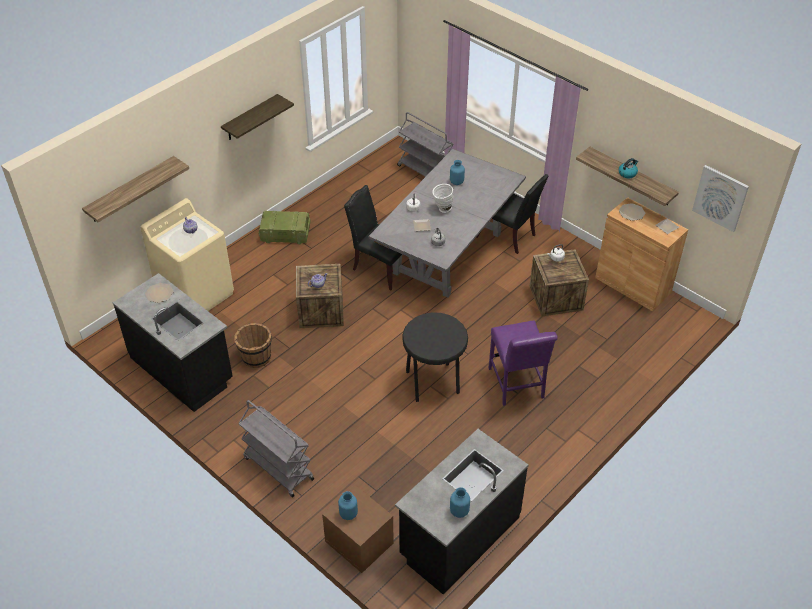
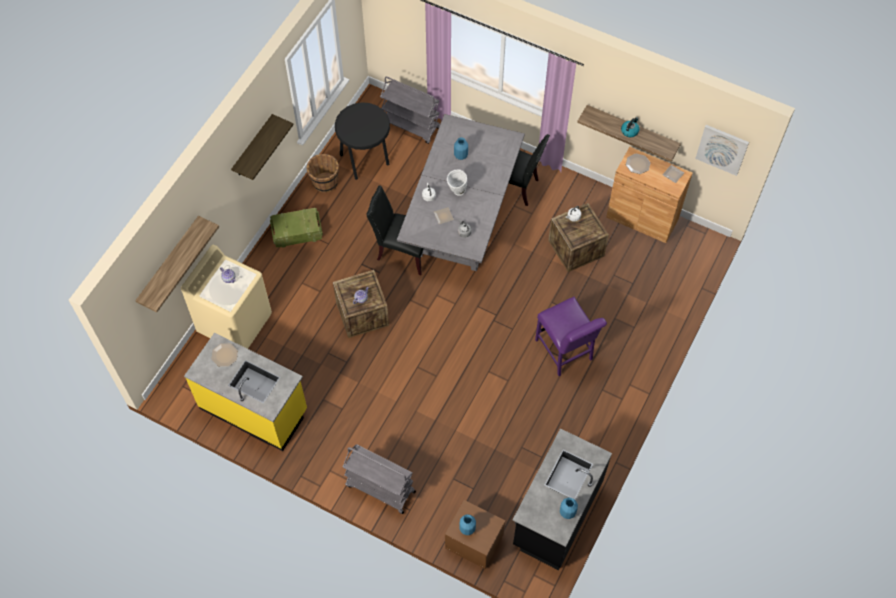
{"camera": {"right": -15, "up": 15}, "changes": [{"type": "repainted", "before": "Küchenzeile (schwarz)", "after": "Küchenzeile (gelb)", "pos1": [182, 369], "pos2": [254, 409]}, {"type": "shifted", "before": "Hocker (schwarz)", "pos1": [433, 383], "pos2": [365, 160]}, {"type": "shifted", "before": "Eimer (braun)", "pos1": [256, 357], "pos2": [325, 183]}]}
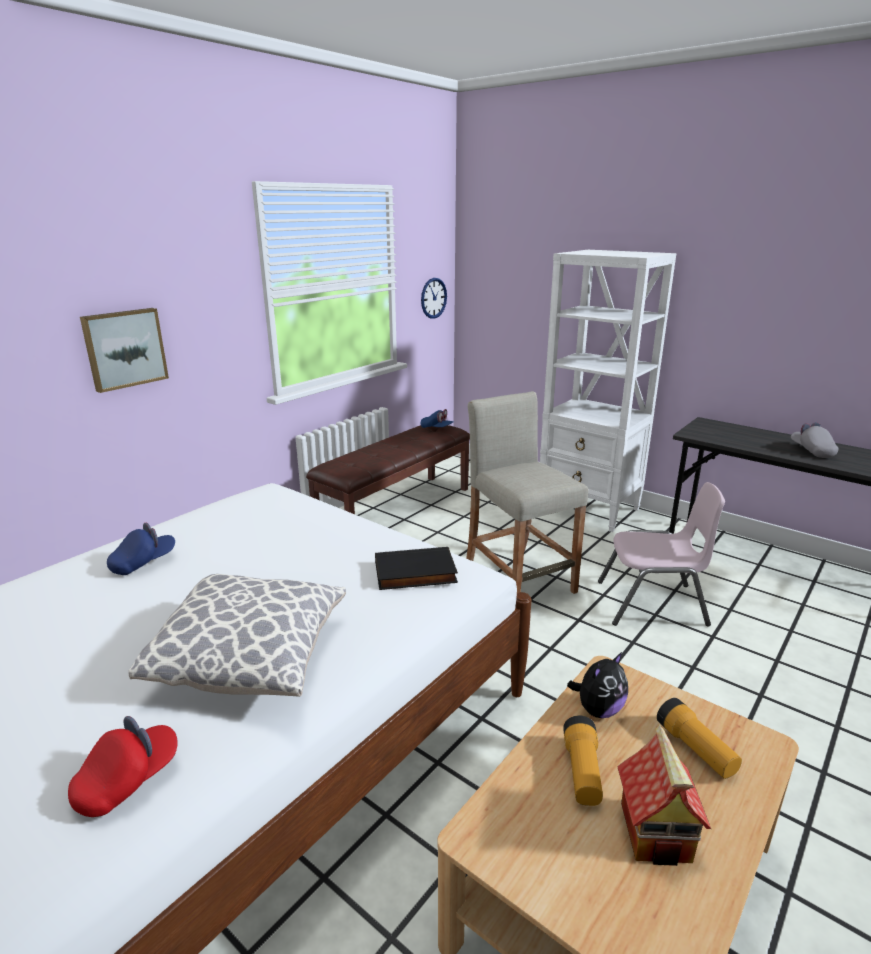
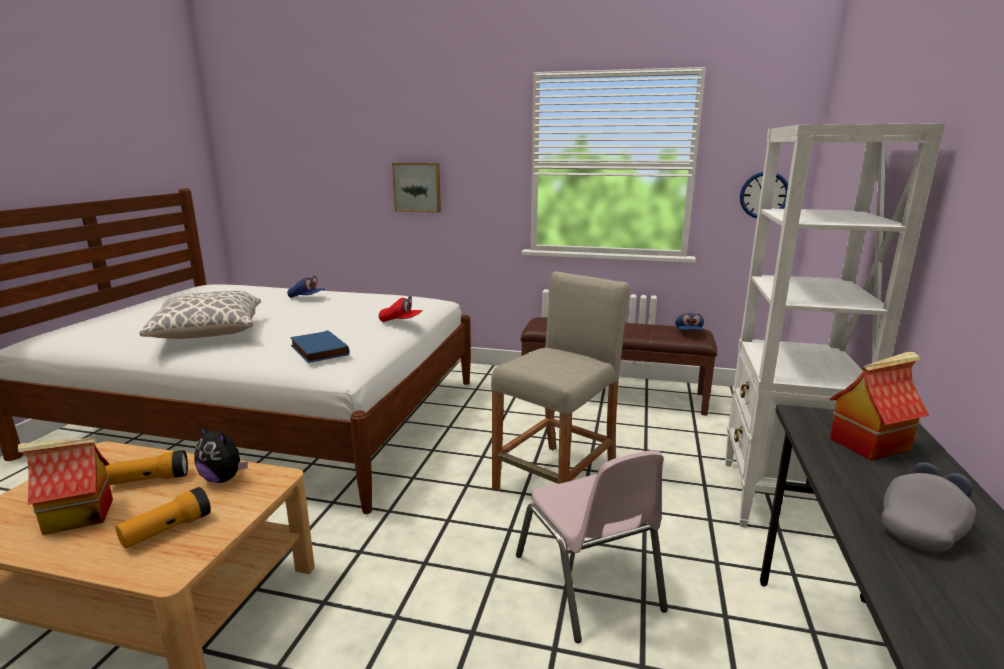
{"camera": {"right": 65, "up": -5}, "changes": [{"type": "repainted", "before": "Buch (schwarz)", "after": "Buch (blau)", "pos1": [415, 574], "pos2": [317, 350]}, {"type": "shifted", "before": "Kappe (rot)", "pos1": [128, 781], "pos2": [401, 321]}, {"type": "new", "after": "Spielzeughaus", "pos2": [869, 443]}]}
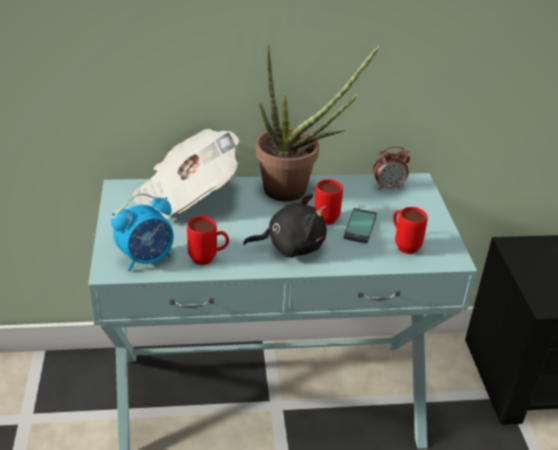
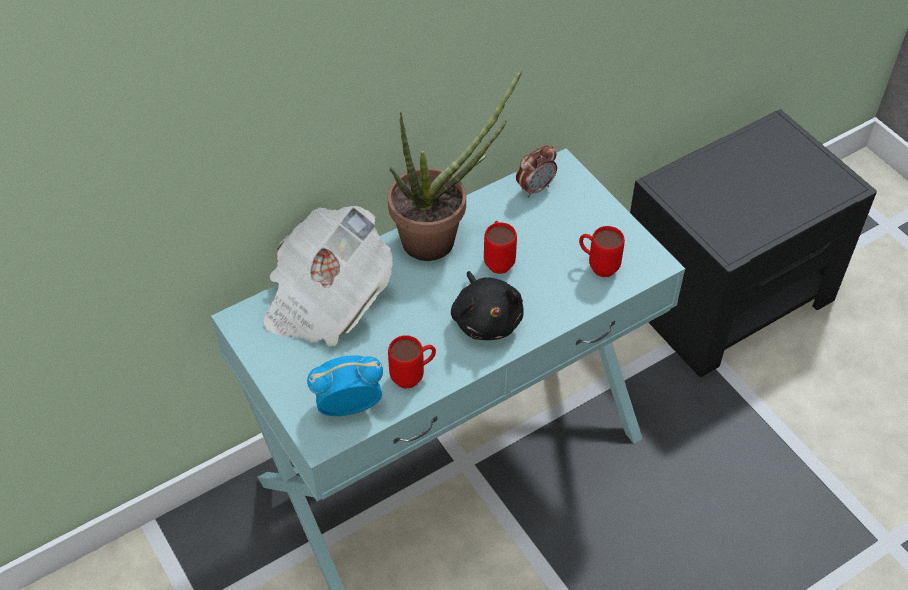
{"camera": {"right": -25, "up": 15}, "changes": [{"type": "rotated", "before": "Wecker", "pos1": [147, 259], "pos2": [348, 406], "turn": -135}, {"type": "rotated", "before": "Plüschtier (schwarz)", "pos1": [291, 246], "pos2": [486, 319], "turn": 105}, {"type": "gone", "before": "Handy", "pos1": [360, 226]}]}
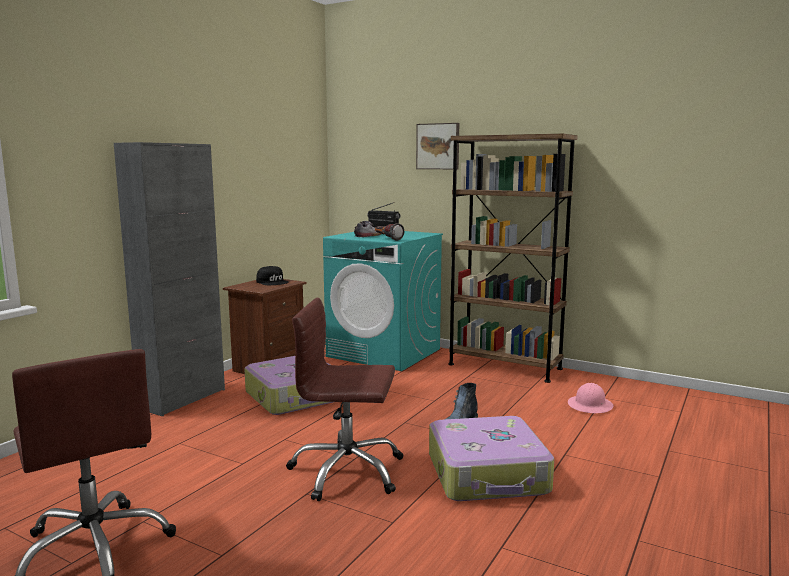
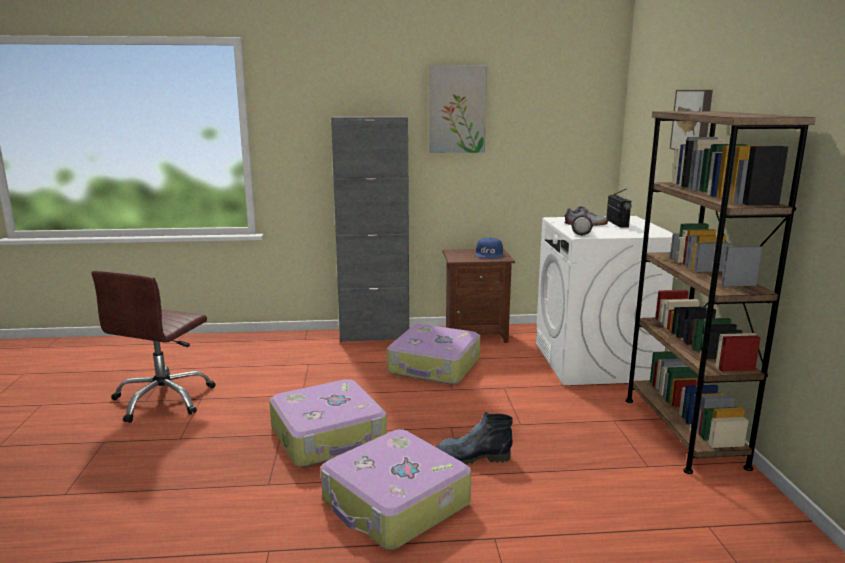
{"camera": {"right": 55, "up": 5}, "changes": [{"type": "repainted", "before": "Waschmaschine (türkis)", "after": "Waschmaschine (weiß)", "pos1": [384, 353], "pos2": [594, 362]}, {"type": "repainted", "before": "Kappe (schwarz)", "after": "Kappe (blau)", "pos1": [272, 282], "pos2": [489, 254]}, {"type": "swapped", "before": "Bürostuhl (braun)", "after": "Koffer", "pos1": [347, 472], "pos2": [329, 436]}, {"type": "gone", "before": "Schutzhelm (rosa)", "pos1": [590, 405]}, {"type": "new", "after": "Bild", "pos2": [457, 109]}]}
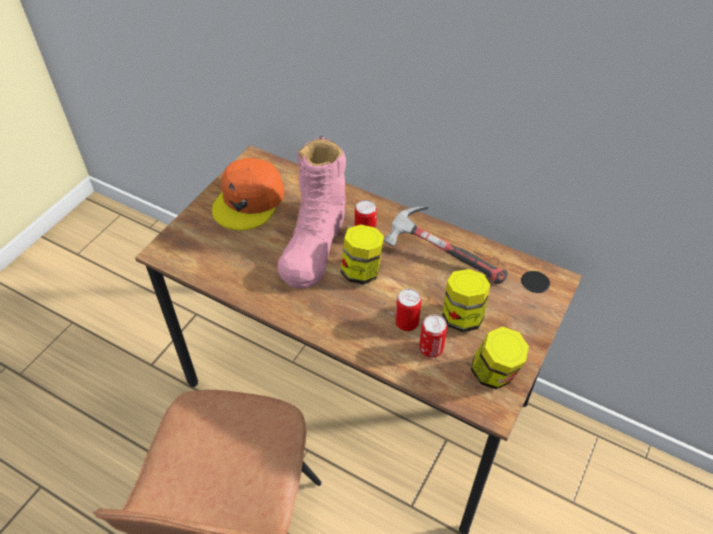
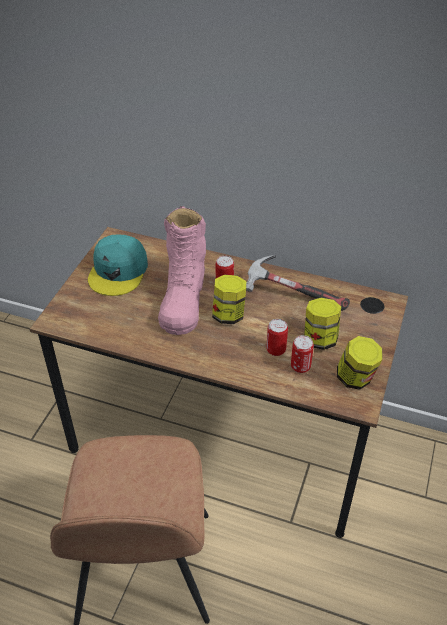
{"camera": {"right": -10, "up": -5}, "changes": [{"type": "repainted", "before": "Kappe (orange)", "after": "Kappe (türkis)", "pos1": [249, 201], "pos2": [118, 271]}]}
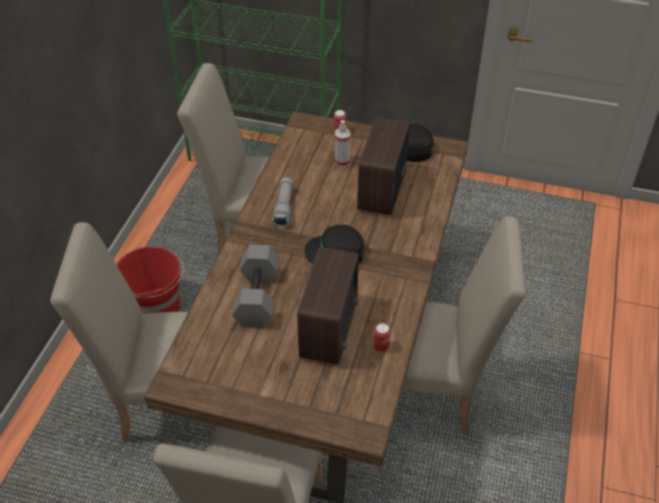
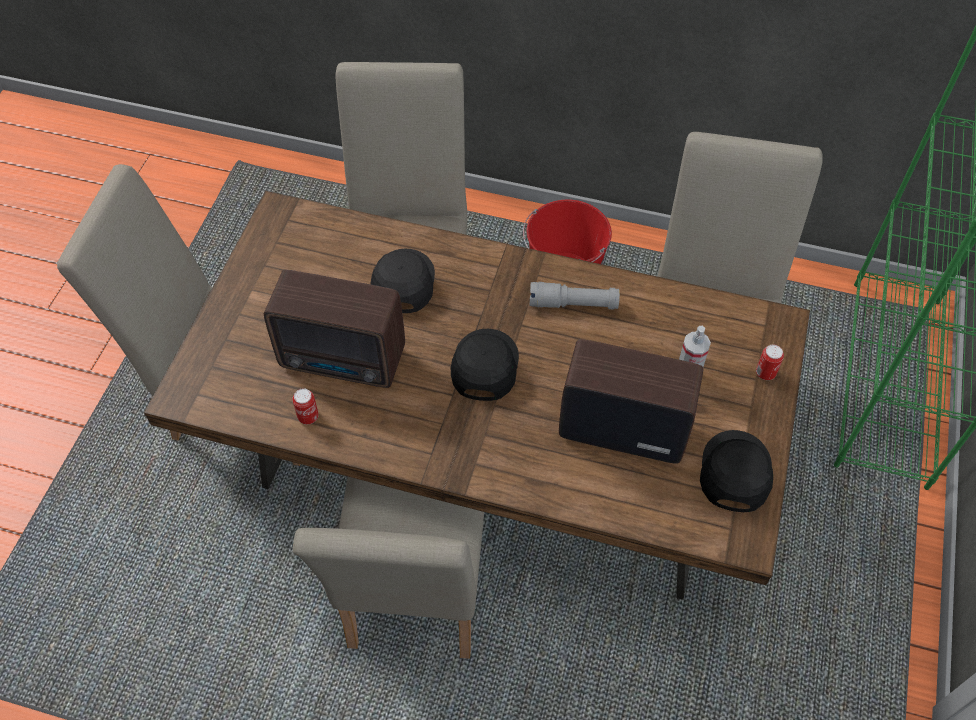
{"camera": {"right": 90, "up": 10}, "changes": [{"type": "swapped", "before": "Hantel (grau)", "after": "Kappe (schwarz)", "pos1": [258, 298], "pos2": [402, 283]}]}
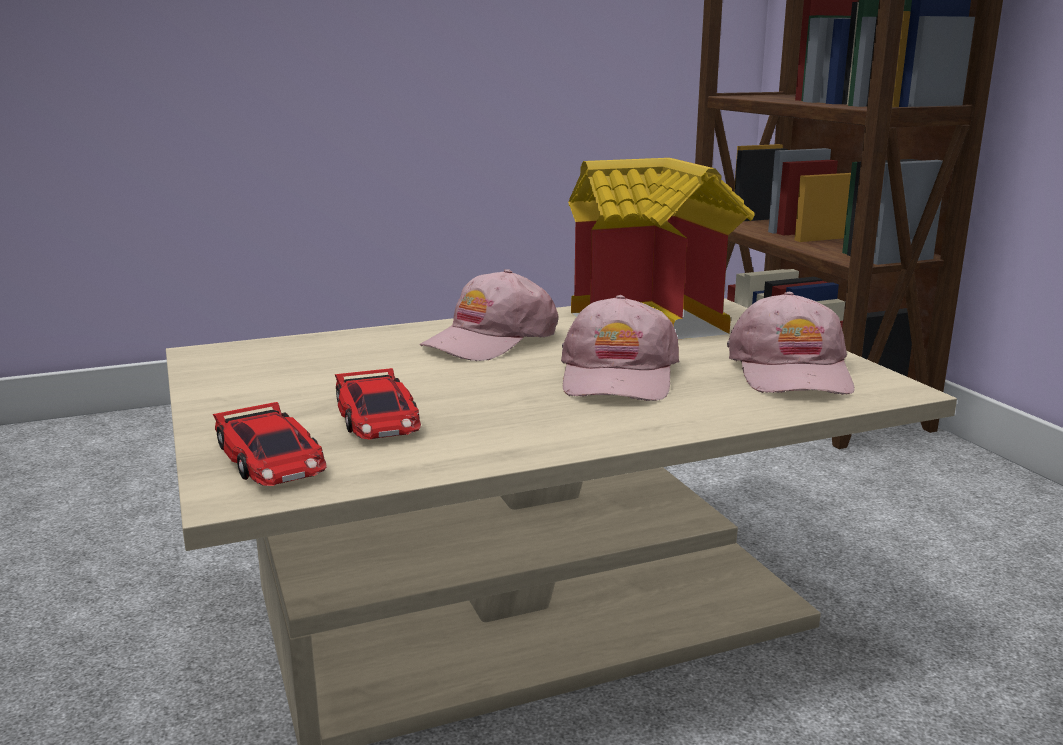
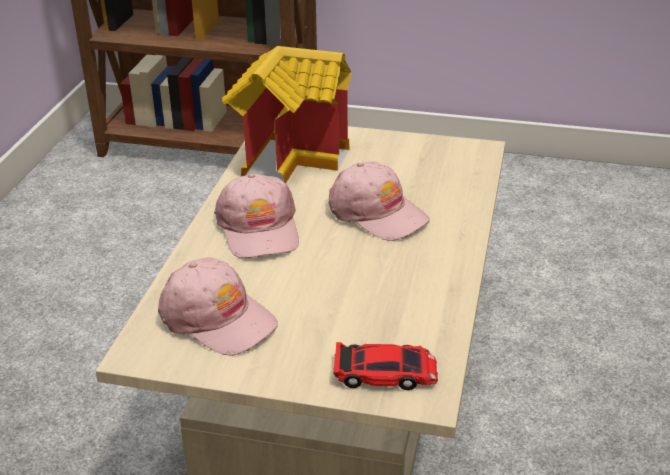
{"camera": {"right": -55, "up": 15}, "changes": [{"type": "shifted", "before": "Kappe (rosa)", "pos1": [791, 371], "pos2": [217, 318]}, {"type": "gone", "before": "Spielzeugauto", "pos1": [377, 417]}]}
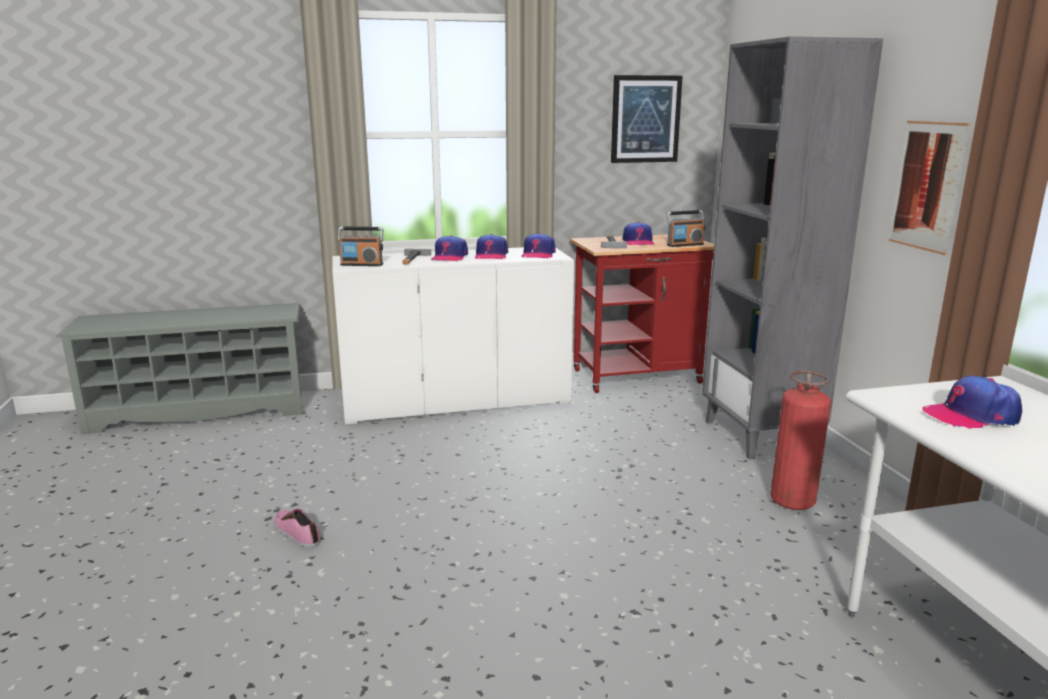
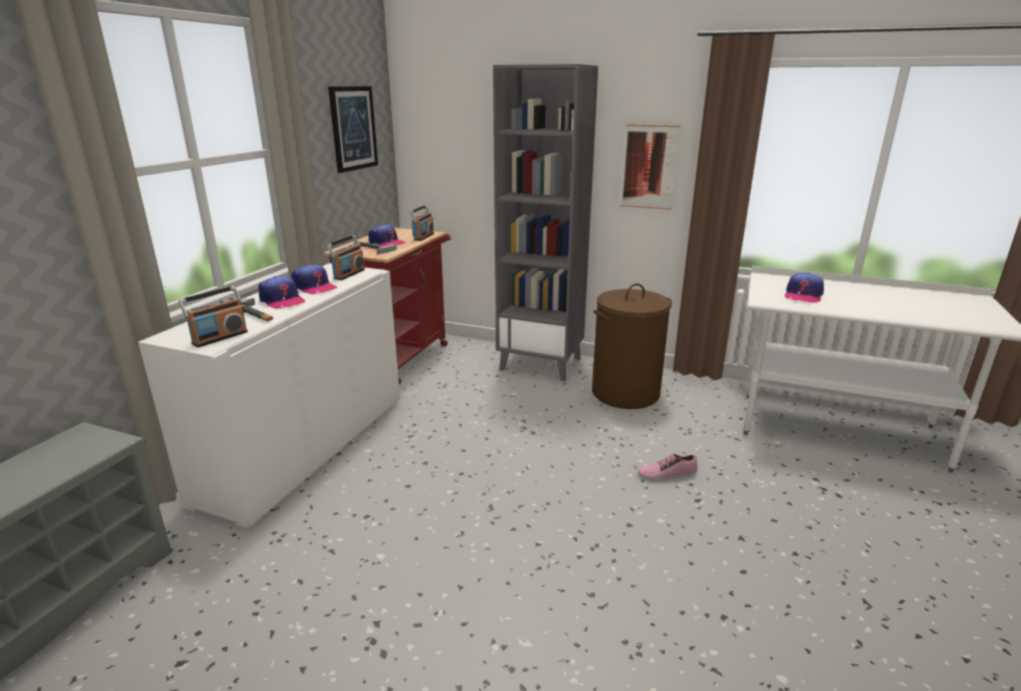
{"camera": {"right": -55, "up": 5}, "changes": [{"type": "swapped", "before": "Kappe", "after": "Radio", "pos1": [538, 254], "pos2": [349, 274]}, {"type": "swapped", "before": "Feuerlöscher", "after": "Wäschekorb (braun)", "pos1": [792, 501], "pos2": [625, 393]}, {"type": "shifted", "before": "Schuh", "pos1": [298, 532], "pos2": [667, 473]}]}
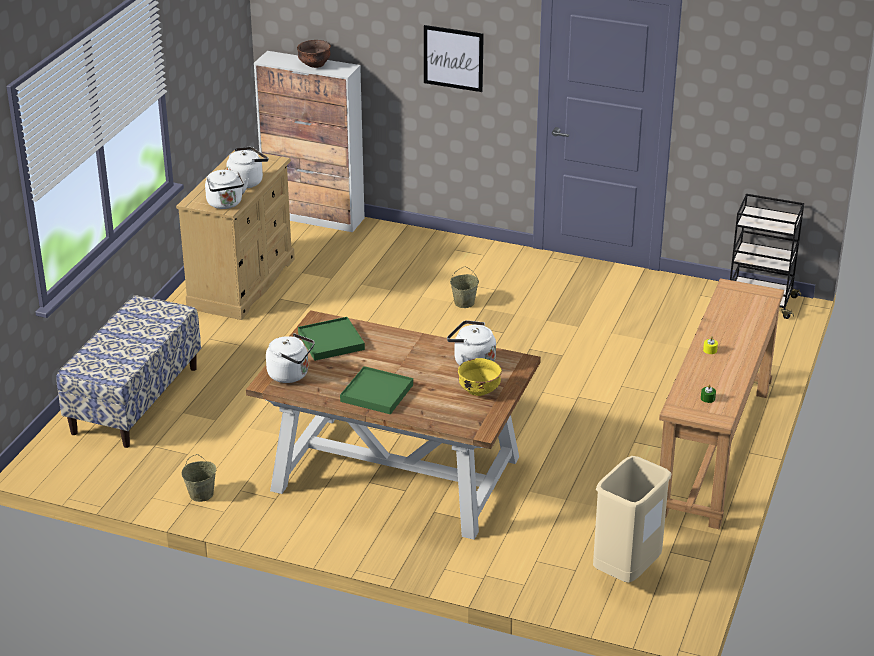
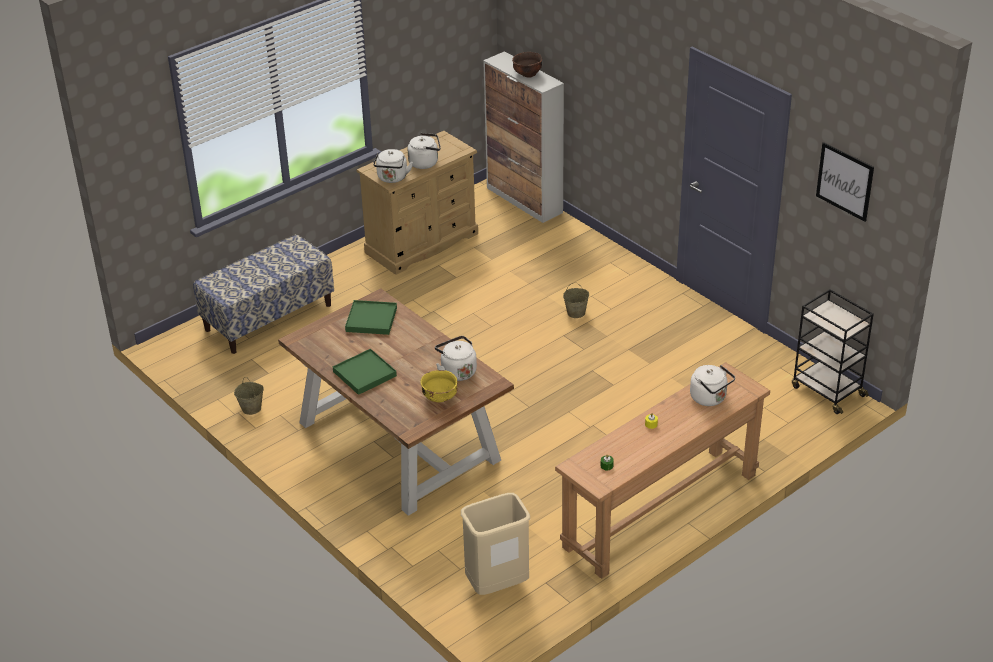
{"camera": {"right": 30, "up": 5}, "changes": [{"type": "shifted", "before": "Bild", "pos1": [453, 58], "pos2": [845, 181]}, {"type": "shifted", "before": "Wasserkessel (weiß)", "pos1": [291, 375], "pos2": [710, 398]}]}
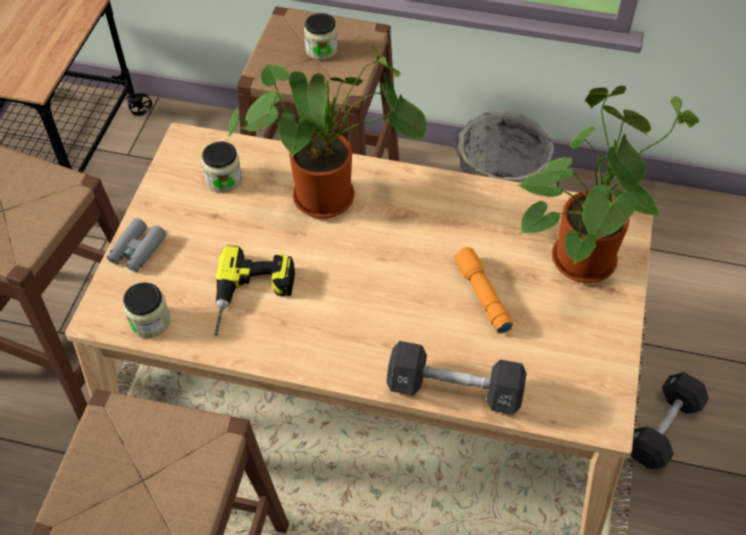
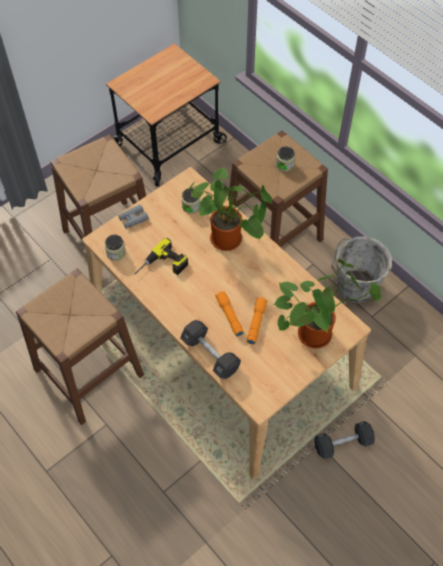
{"camera": {"right": 35, "up": 5}, "changes": [{"type": "new", "after": "Taschenlampe (orange)", "pos2": [229, 316]}]}
